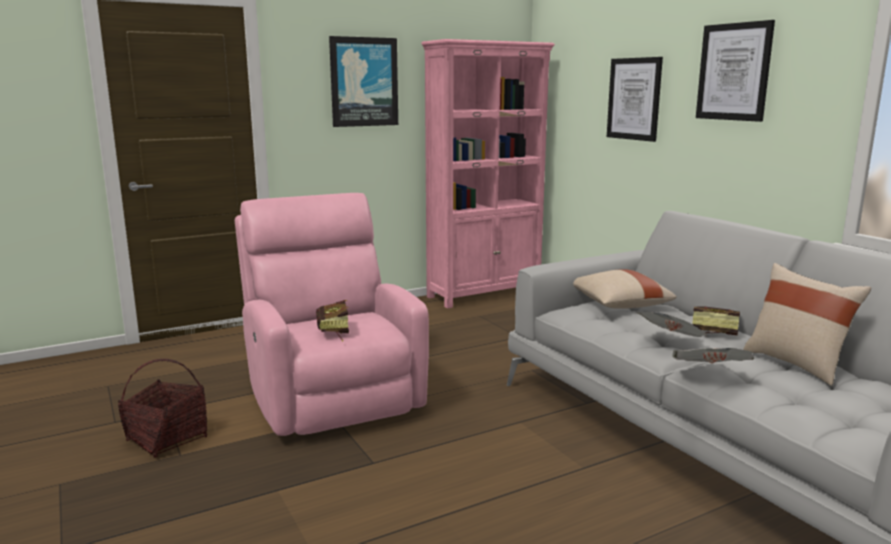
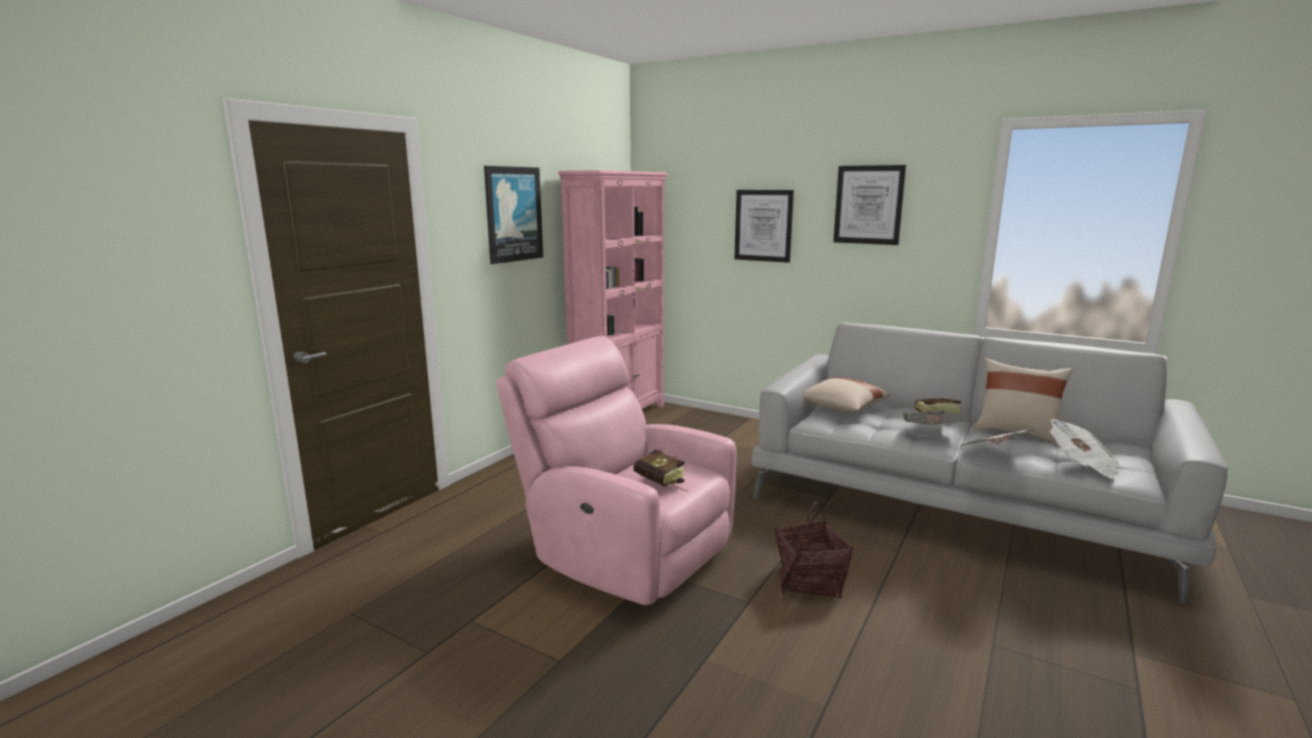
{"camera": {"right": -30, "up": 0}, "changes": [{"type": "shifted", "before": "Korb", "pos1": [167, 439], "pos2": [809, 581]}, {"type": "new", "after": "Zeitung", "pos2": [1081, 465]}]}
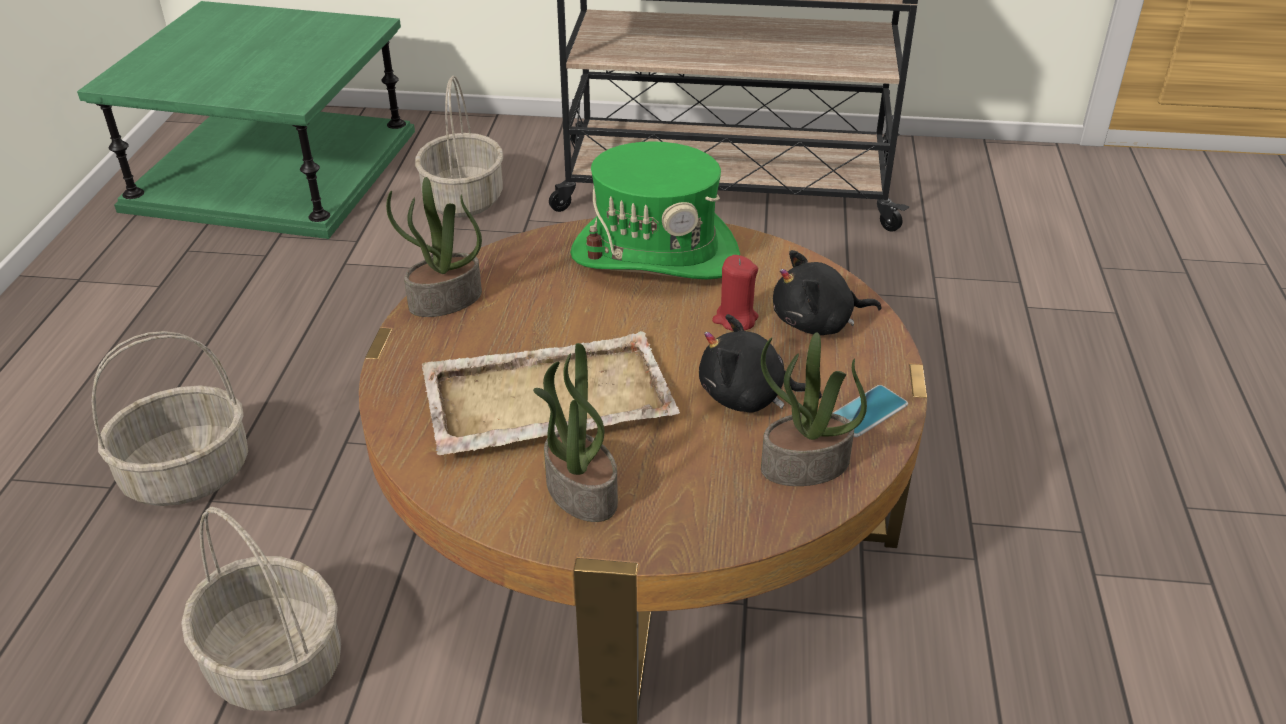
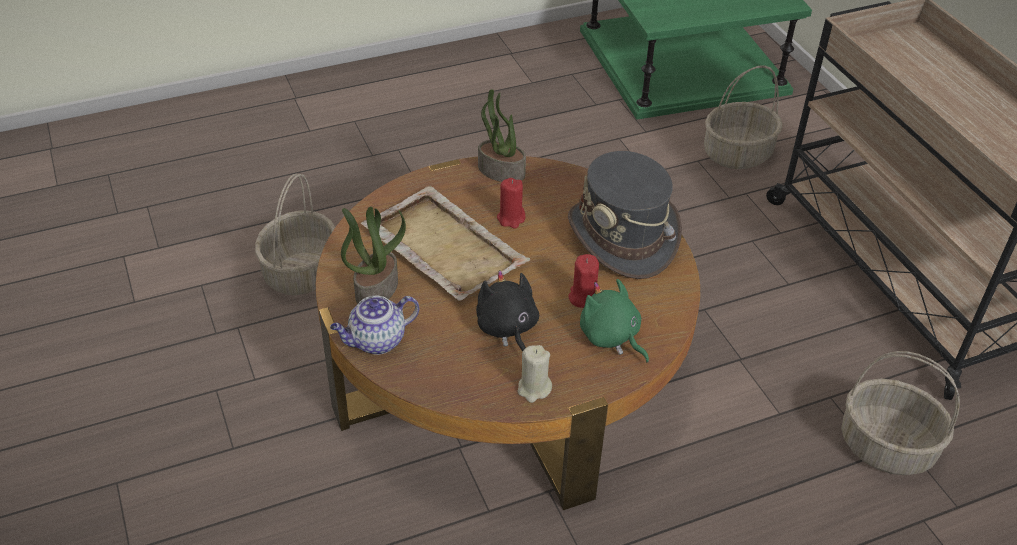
{"camera": {"right": 60, "up": 5}, "changes": [{"type": "repainted", "before": "Hut (grün)", "after": "Hut (grau)", "pos1": [655, 255], "pos2": [623, 237]}, {"type": "repainted", "before": "Plüschtier (schwarz)", "after": "Plüschtier (grün)", "pos1": [817, 323], "pos2": [611, 337]}, {"type": "shifted", "before": "Korb", "pos1": [188, 473], "pos2": [887, 446]}, {"type": "gone", "before": "Topfpflanze", "pos1": [804, 467]}, {"type": "swapped", "before": "Handy", "after": "Kerze (beige)", "pos1": [868, 412], "pos2": [534, 389]}, {"type": "new", "after": "Kerze (rot)", "pos2": [511, 218]}, {"type": "new", "after": "Teekanne", "pos2": [376, 341]}]}
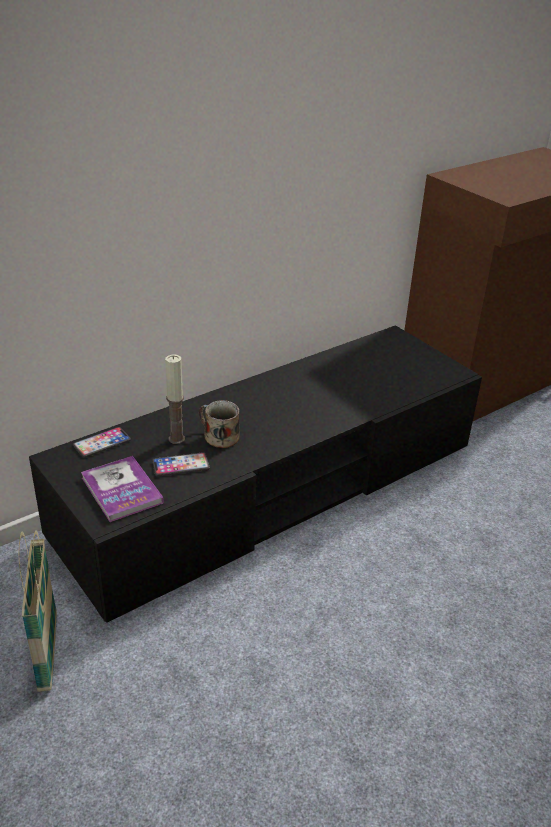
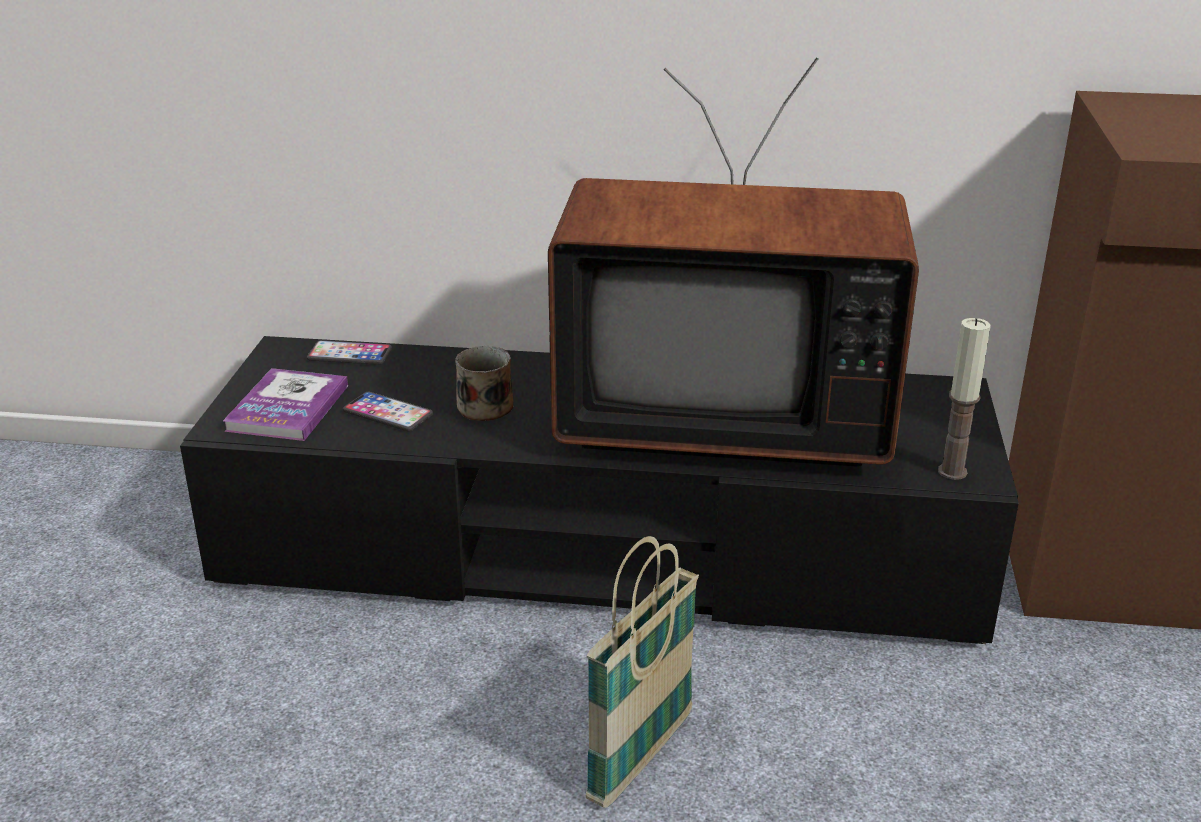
{"camera": {"right": 45, "up": -5}, "changes": [{"type": "shifted", "before": "Kerze", "pos1": [176, 439], "pos2": [952, 472]}, {"type": "shifted", "before": "Korb", "pos1": [48, 652], "pos2": [641, 757]}, {"type": "new", "after": "Fernseher", "pos2": [720, 417]}]}
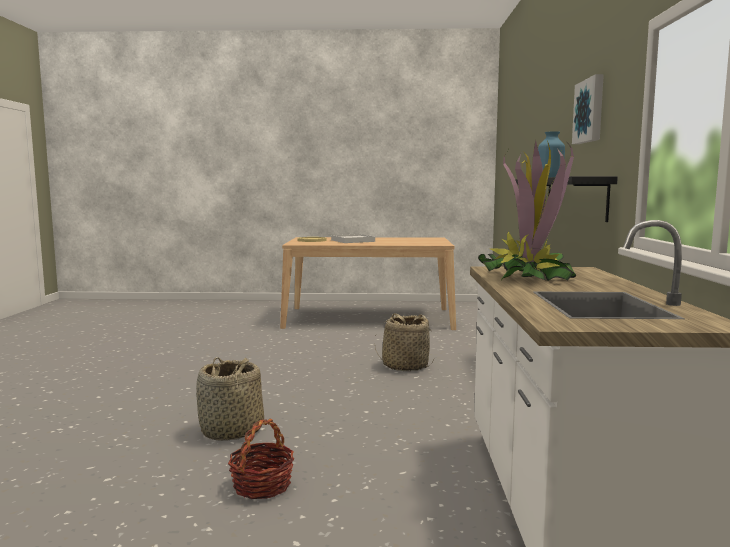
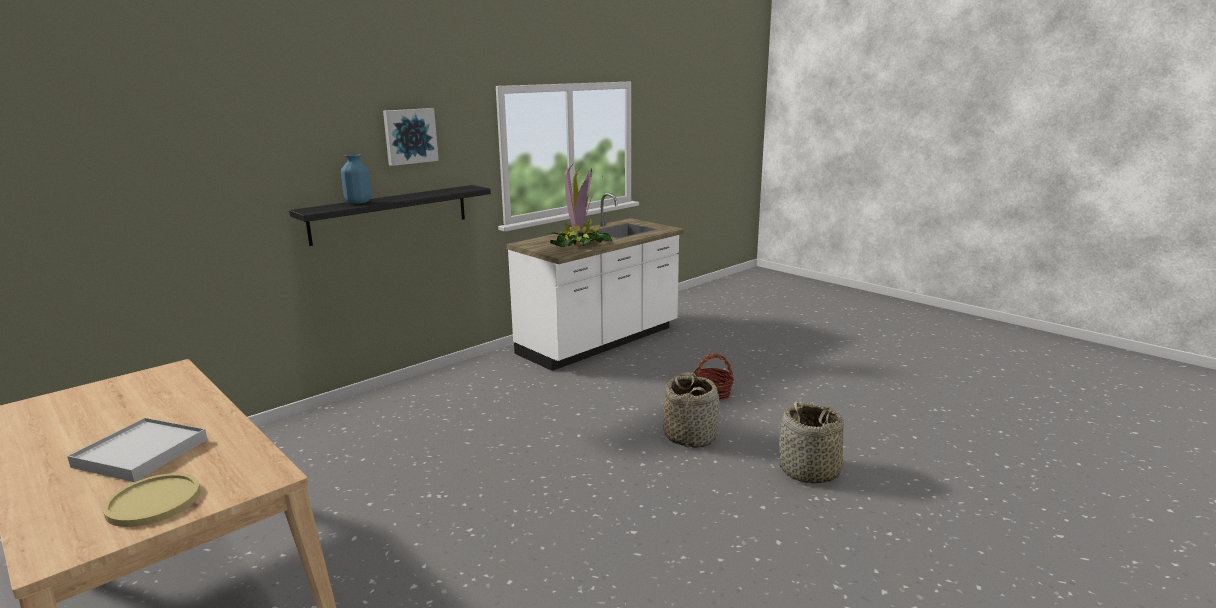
{"camera": {"right": -135, "up": 10}, "changes": [{"type": "shifted", "before": "Korb", "pos1": [405, 366], "pos2": [809, 471]}]}
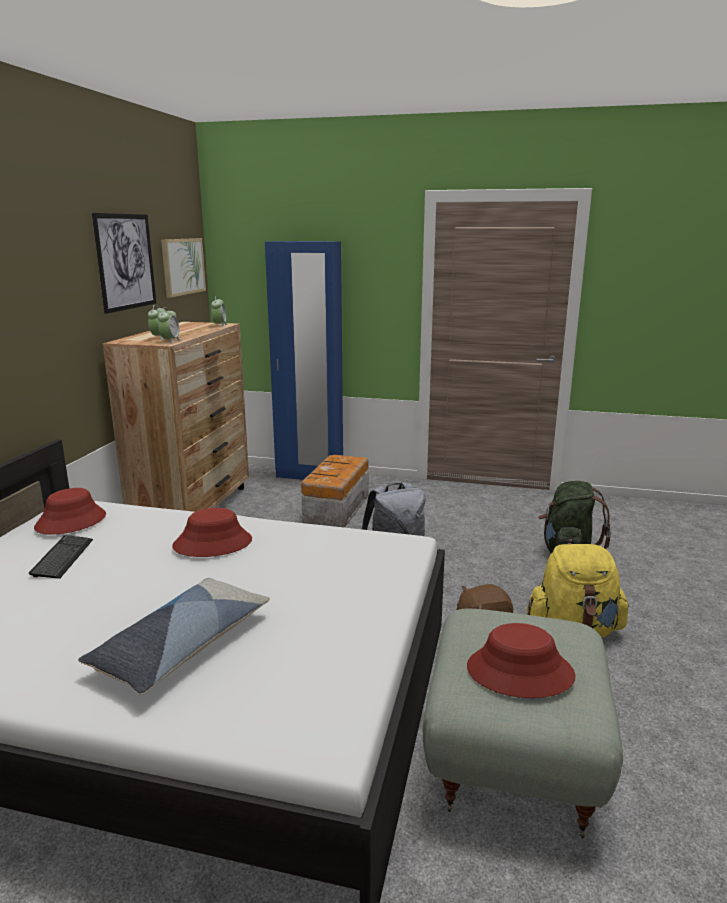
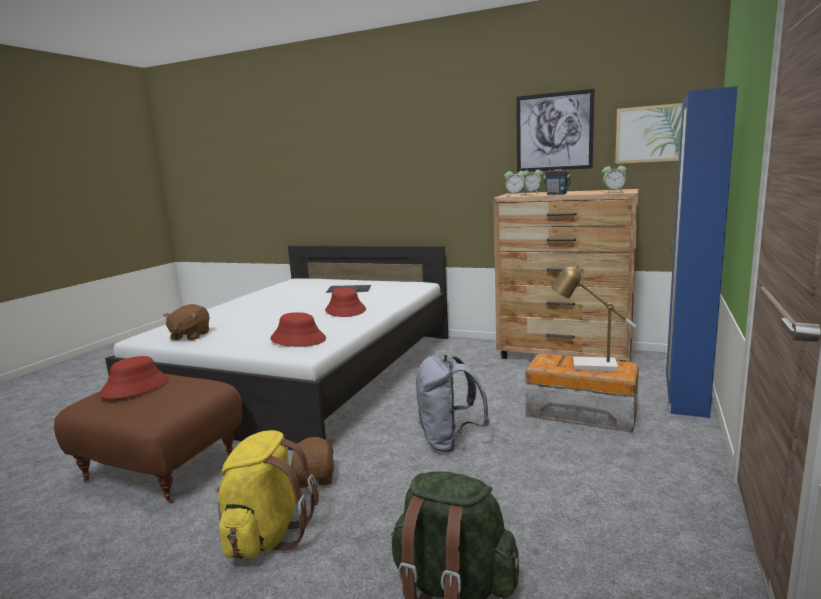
{"camera": {"right": 100, "up": -5}, "changes": [{"type": "shifted", "before": "Hut (rot)", "pos1": [71, 521], "pos2": [298, 339]}, {"type": "gone", "before": "Kissen", "pos1": [182, 645]}, {"type": "repainted", "before": "Polsterhocker (grau)", "after": "Polsterhocker (braun)", "pos1": [511, 755], "pos2": [163, 467]}, {"type": "new", "after": "Radio", "pos2": [556, 194]}, {"type": "new", "after": "Tischlampe", "pos2": [588, 366]}, {"type": "new", "after": "Plüschtier (braun)", "pos2": [190, 336]}]}
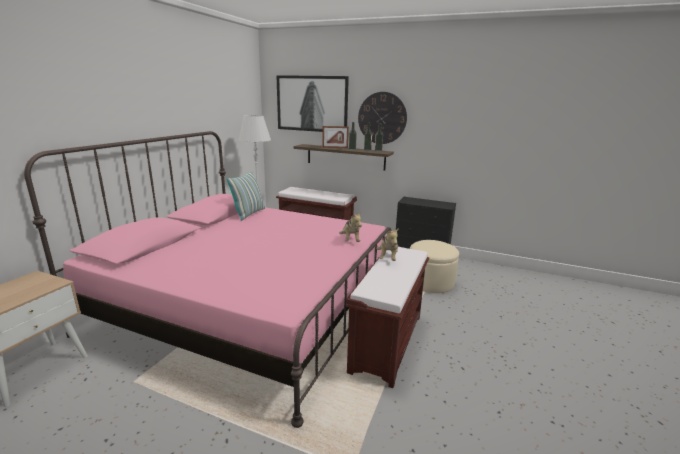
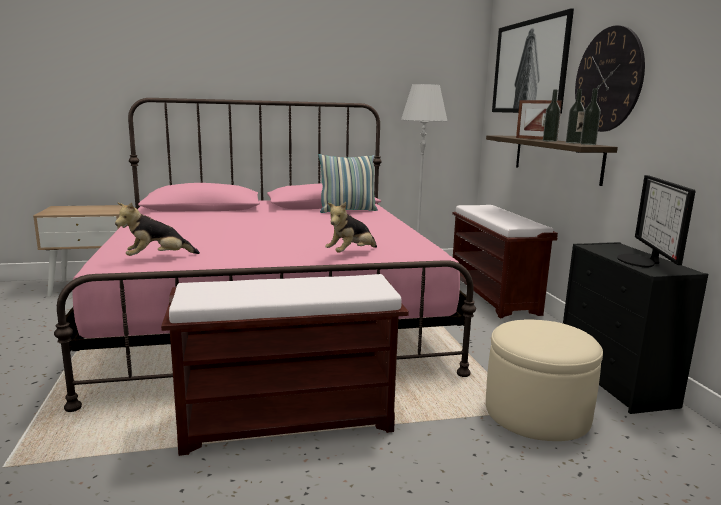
{"camera": {"right": 55, "up": -5}, "changes": [{"type": "shifted", "before": "Plüschtier", "pos1": [388, 258], "pos2": [157, 258]}, {"type": "new", "after": "Monitor", "pos2": [641, 261]}]}
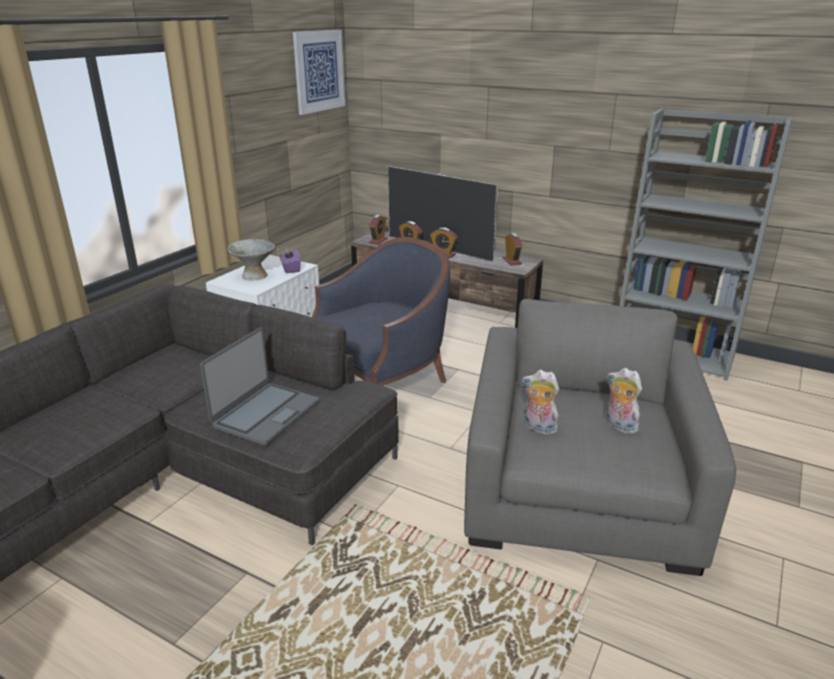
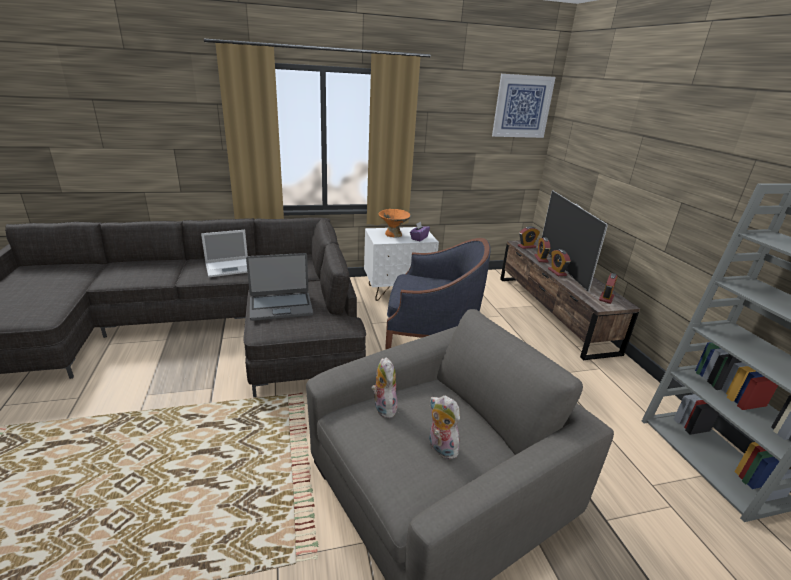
{"camera": {"right": 45, "up": 0}, "changes": [{"type": "repainted", "before": "Schüssel (grau)", "after": "Schüssel (orange)", "pos1": [254, 276], "pos2": [393, 234]}, {"type": "rotated", "before": "Plüschtier", "pos1": [618, 426], "pos2": [440, 448], "turn": -45}, {"type": "new", "after": "Laptop", "pos2": [230, 268]}]}
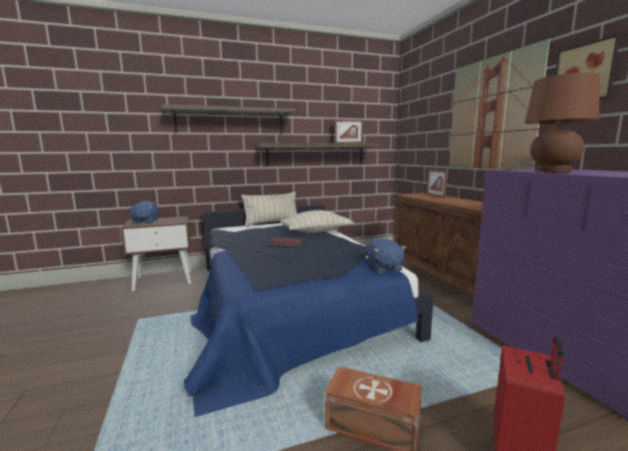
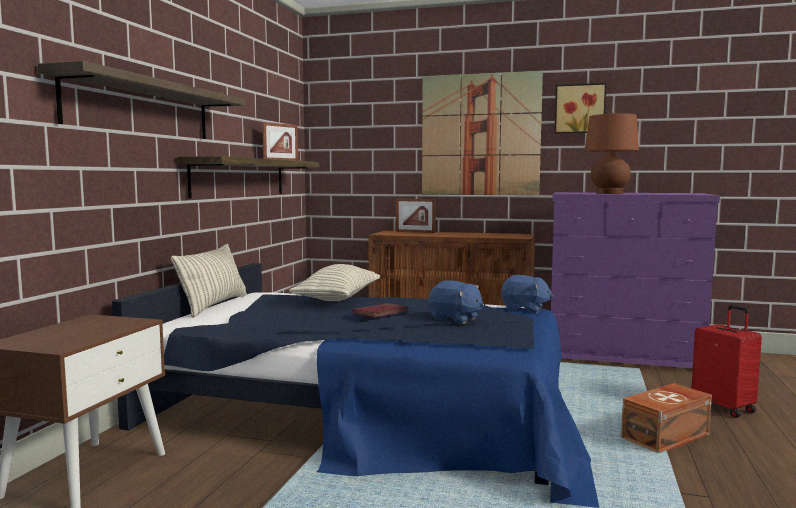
{"camera": {"right": -55, "up": -5}, "changes": [{"type": "shifted", "before": "Plüschtier (blau)", "pos1": [145, 222], "pos2": [455, 319]}]}
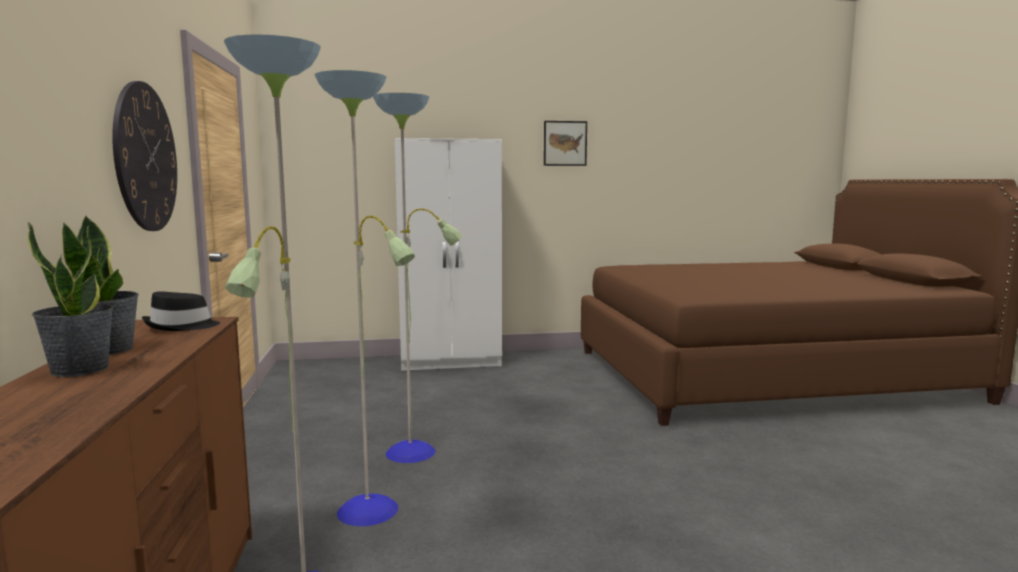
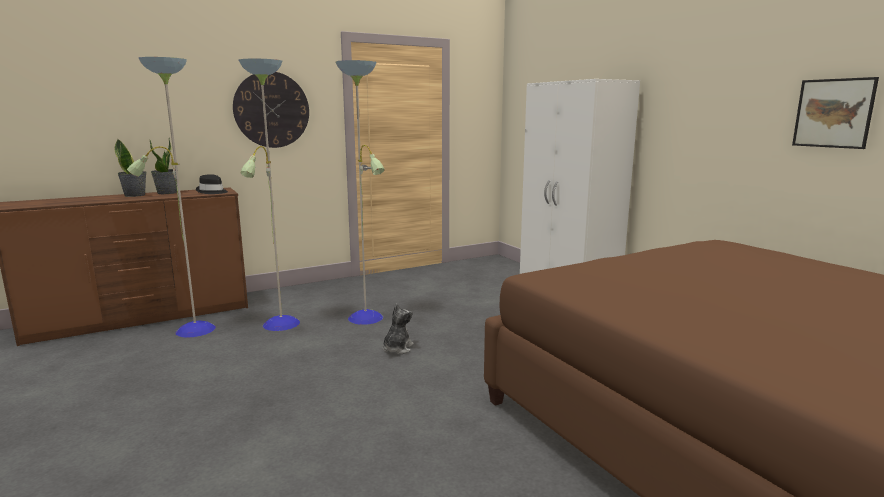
{"camera": {"right": 70, "up": 5}, "changes": [{"type": "shifted", "before": "Bild", "pos1": [565, 143], "pos2": [833, 113]}, {"type": "new", "after": "Plüschtier", "pos2": [397, 348]}]}
